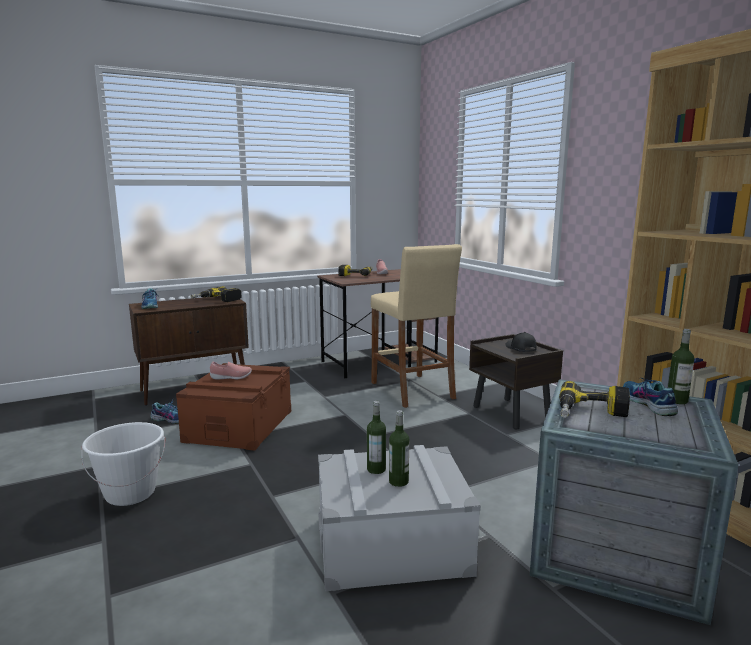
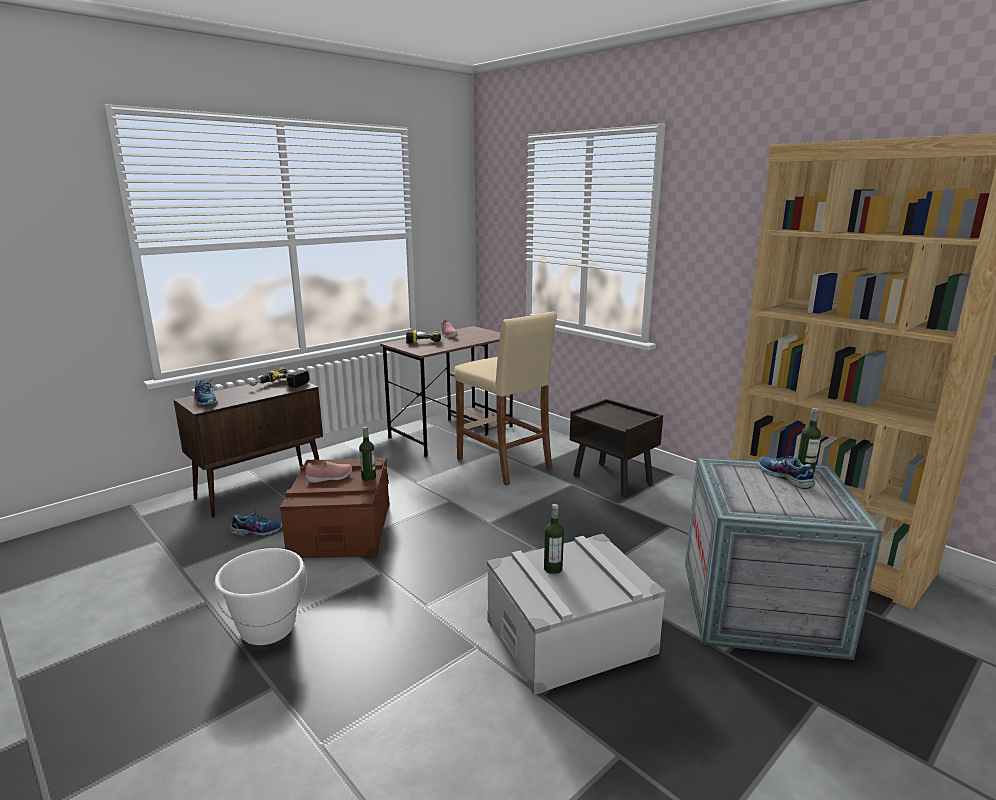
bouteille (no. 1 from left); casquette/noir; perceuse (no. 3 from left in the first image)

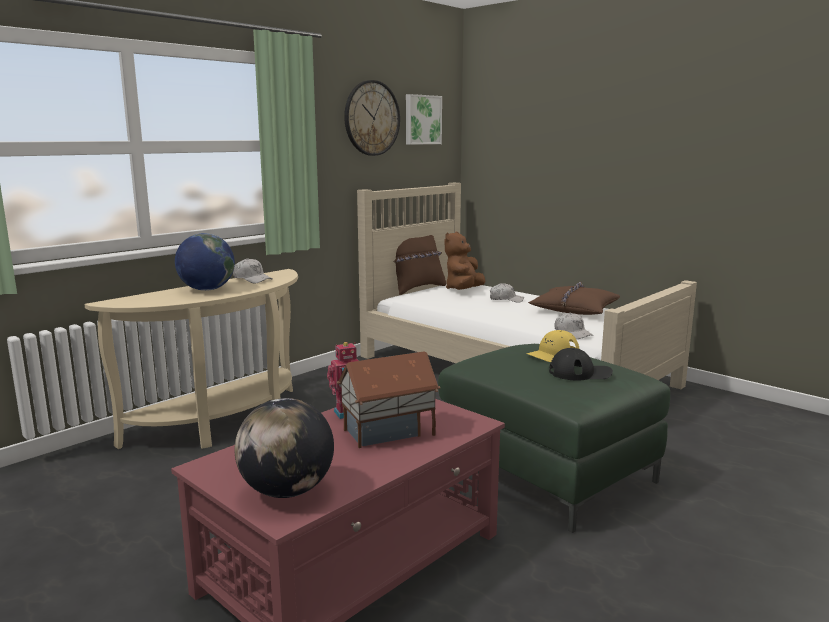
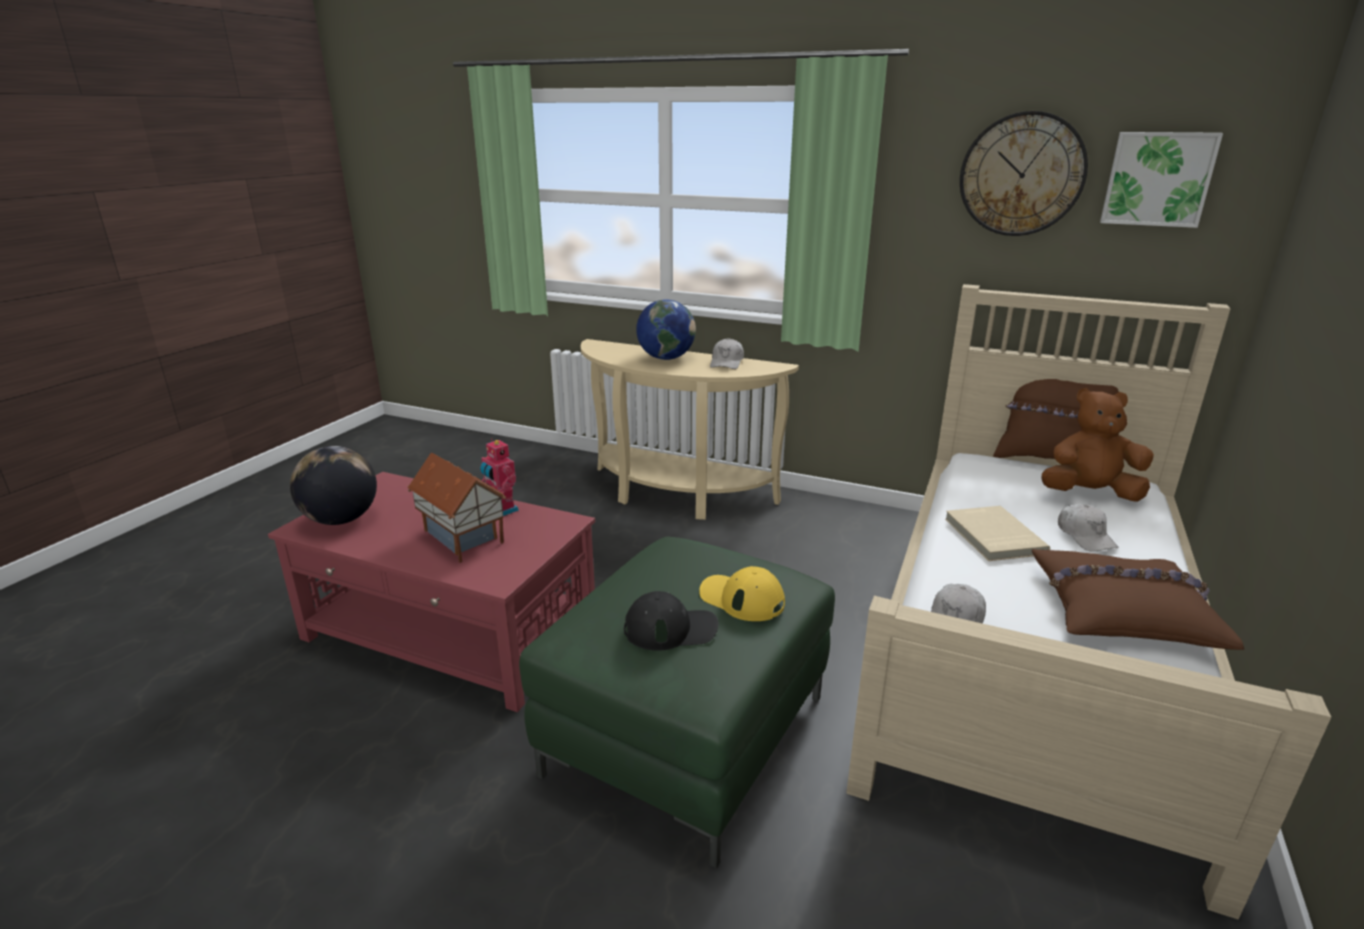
casquette/noir; livre/beige

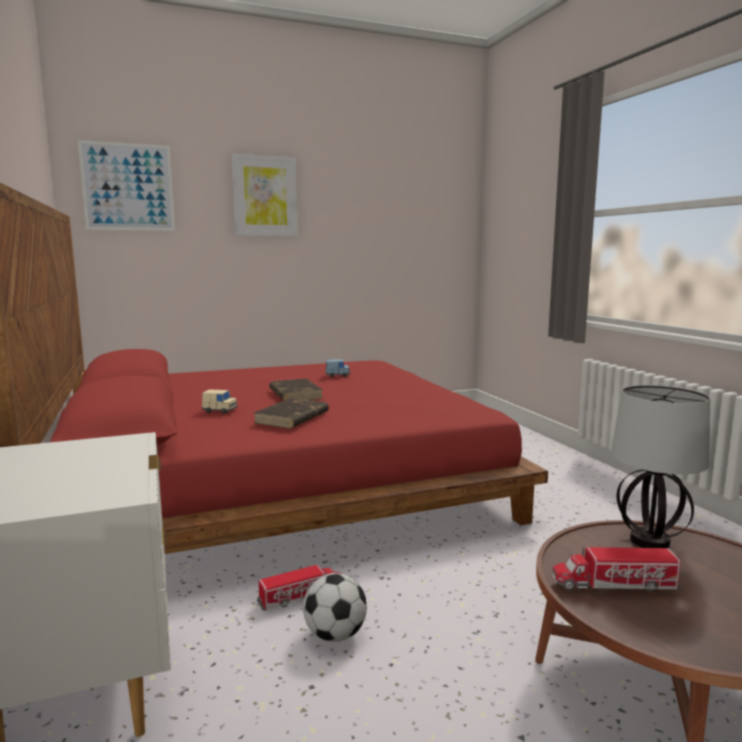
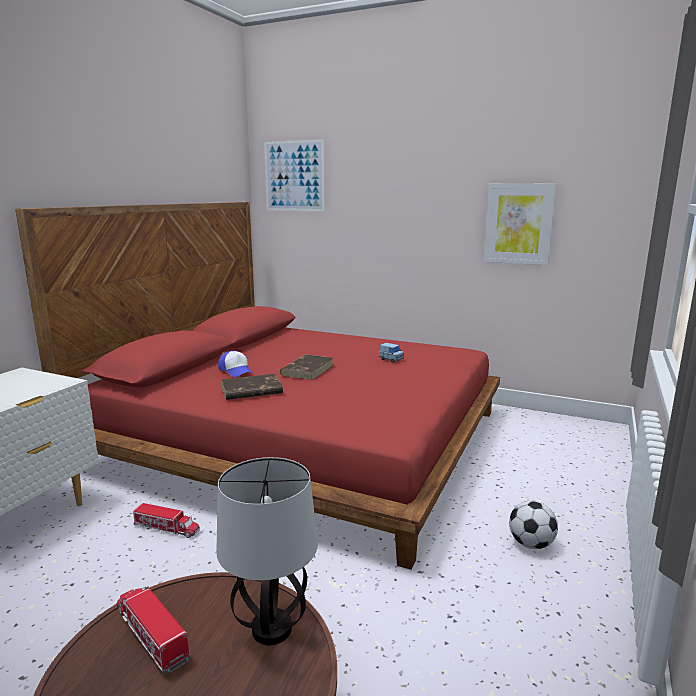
casquette; tableau (no. 2 from left); ballon de foot

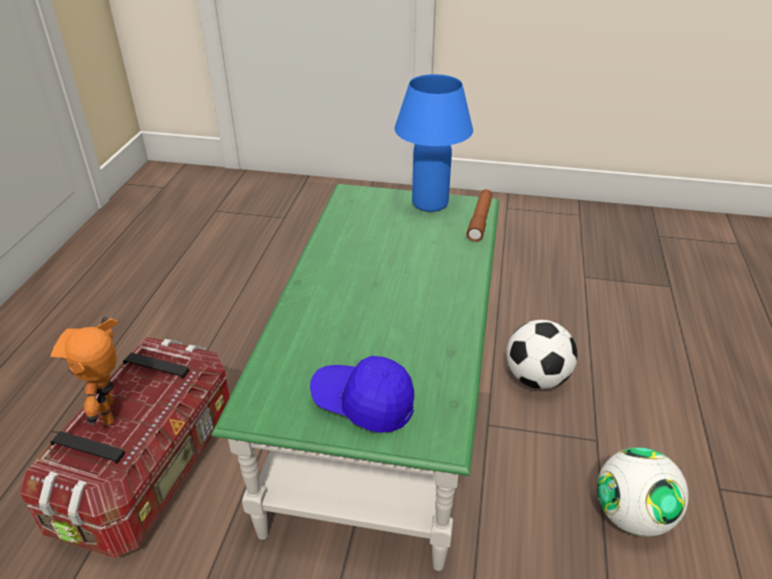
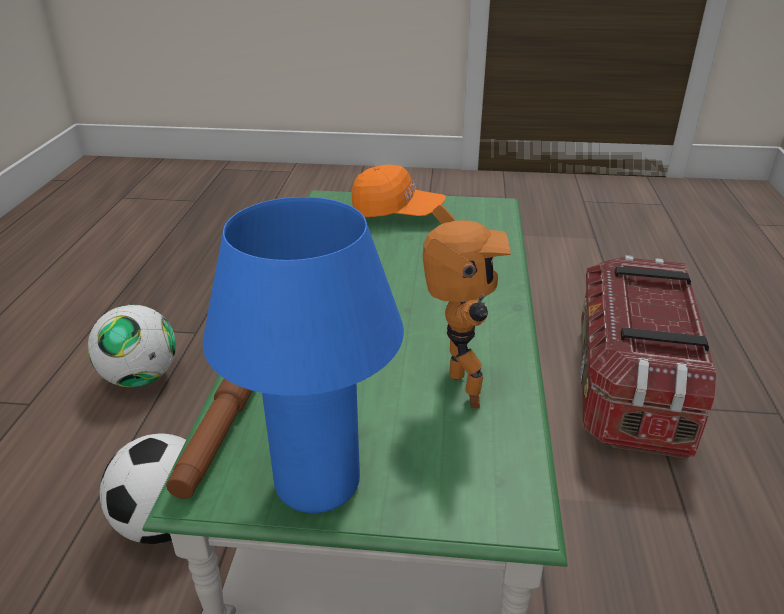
casquette/orange; robot jouet

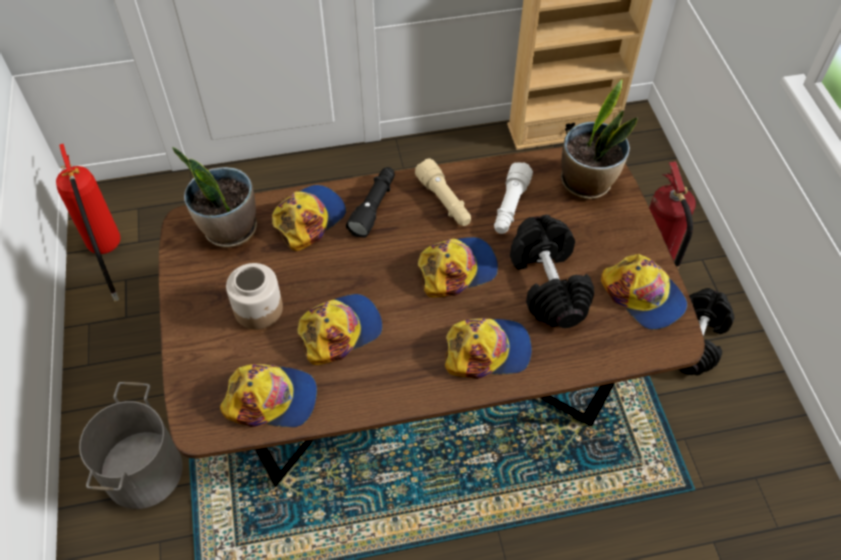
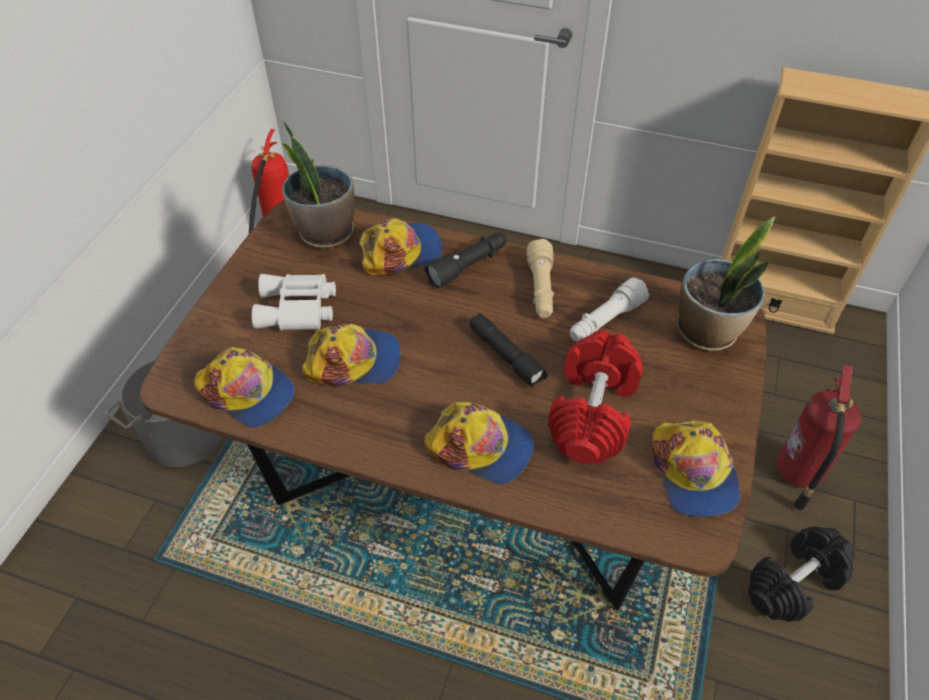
jumelles/blanc; lampe de poche/noir (no. 2 from left); haltère/rouge

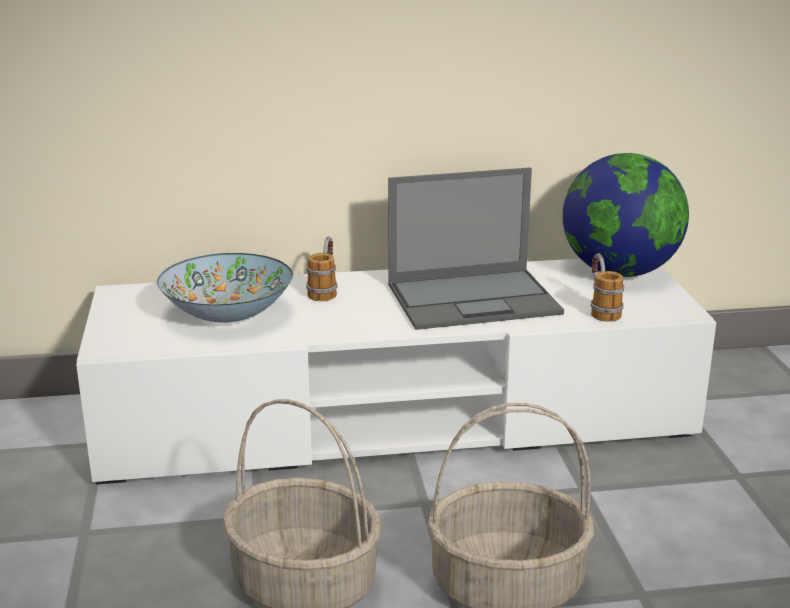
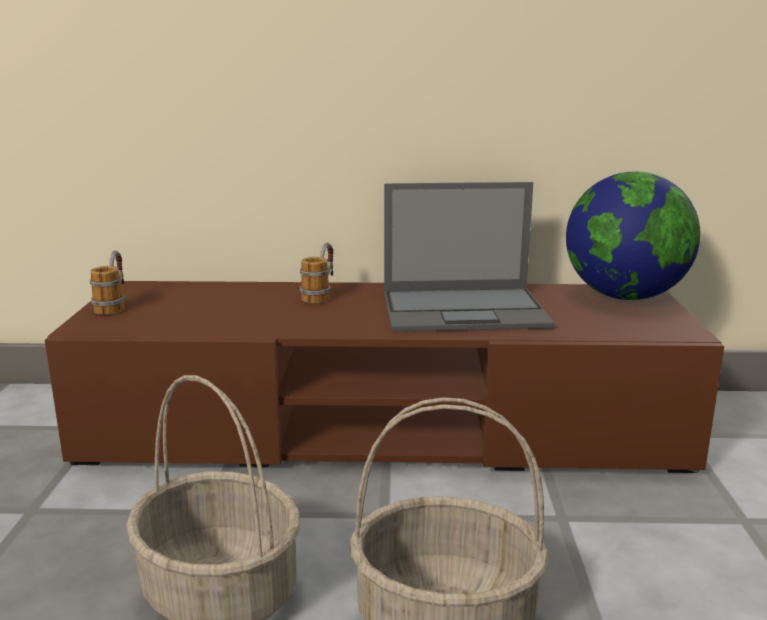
meuble télé/marron; mug (no. 1 from left); bol

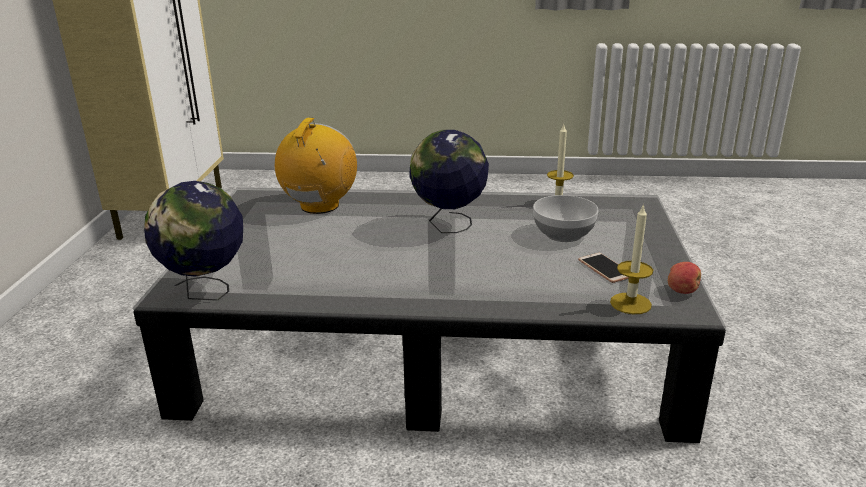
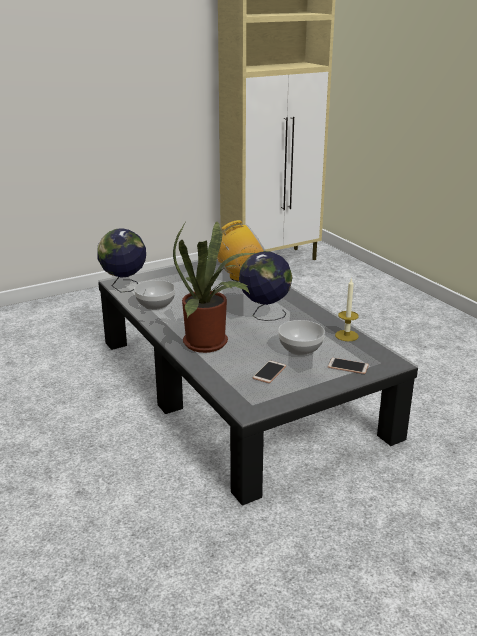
bol (no. 1 from left); plante en pot; téléphone (no. 2 from left); bougie (no. 2 from left in the first image); pomme

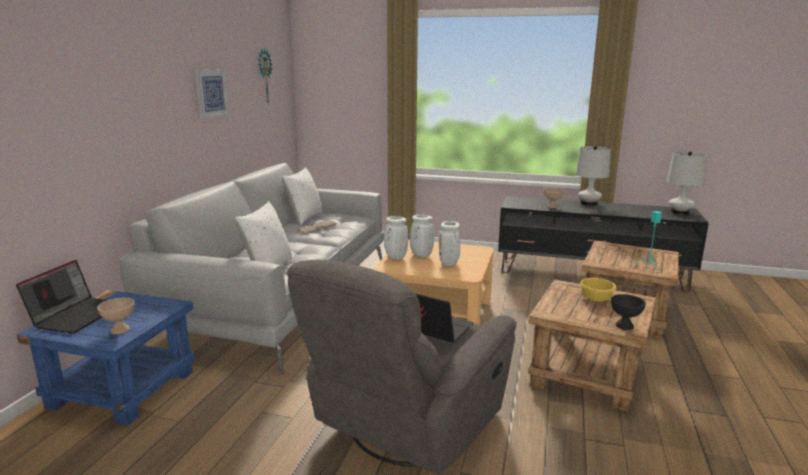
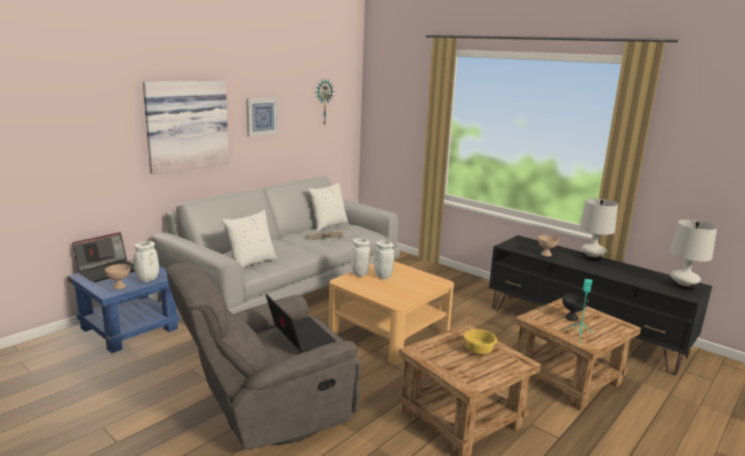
vase/blanc (no. 1 from left); tableau (no. 1 from left); bol/noir

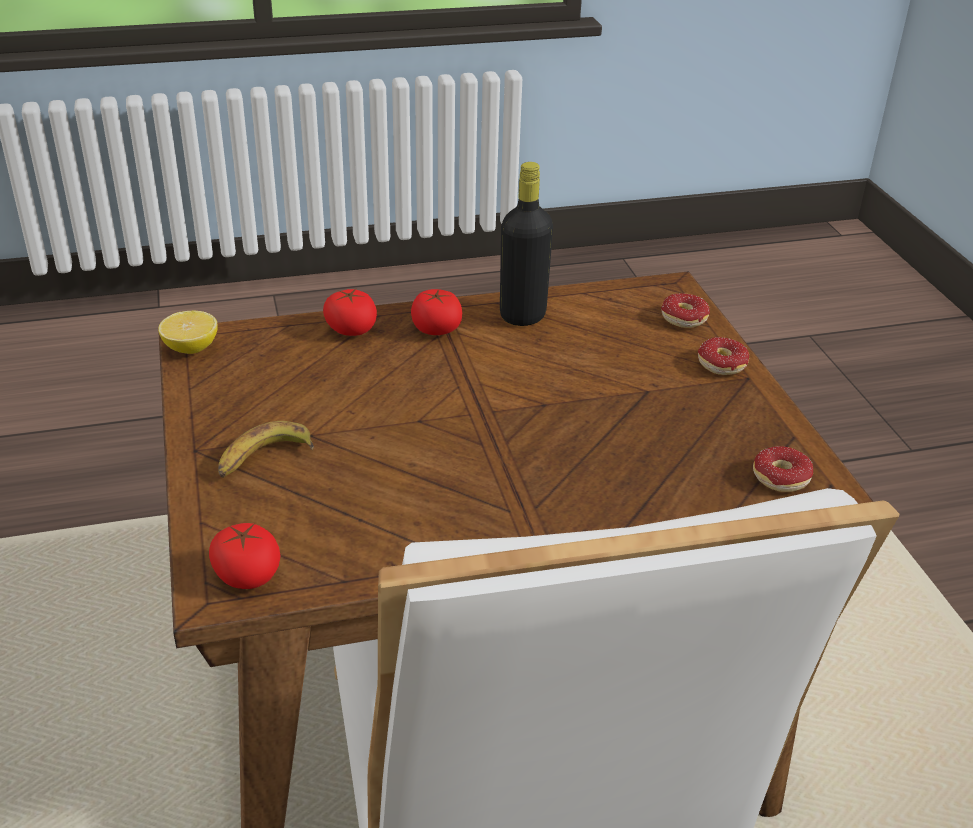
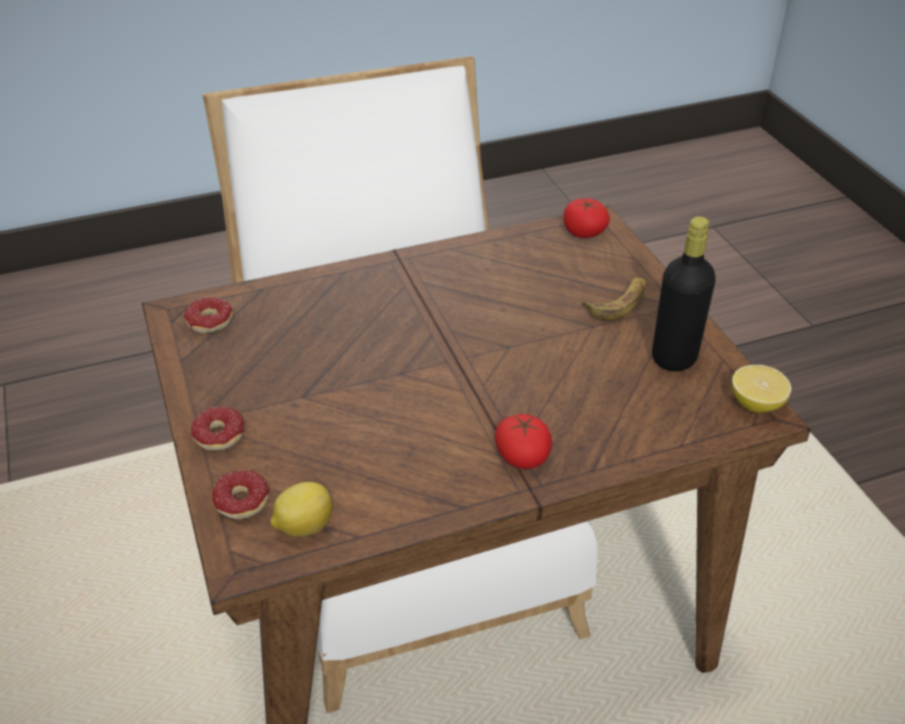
citron (no. 1 from left); bouteille/noir; tomate (no. 2 from left in the first image)

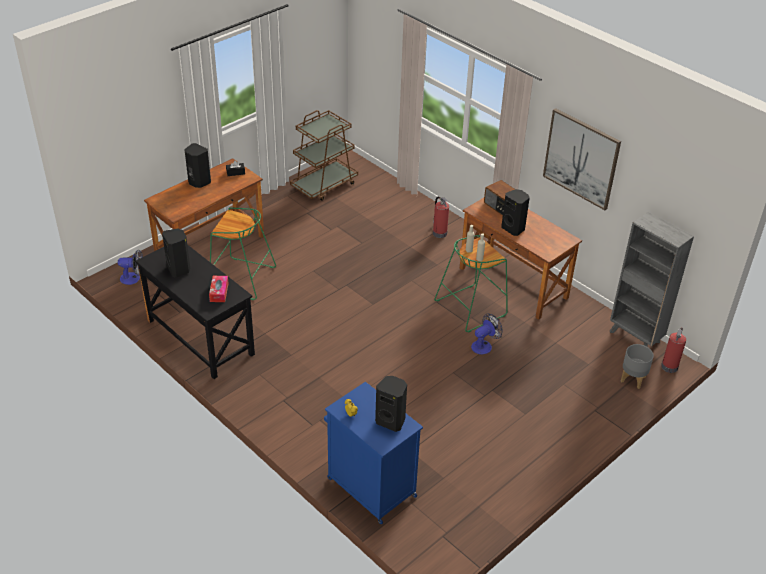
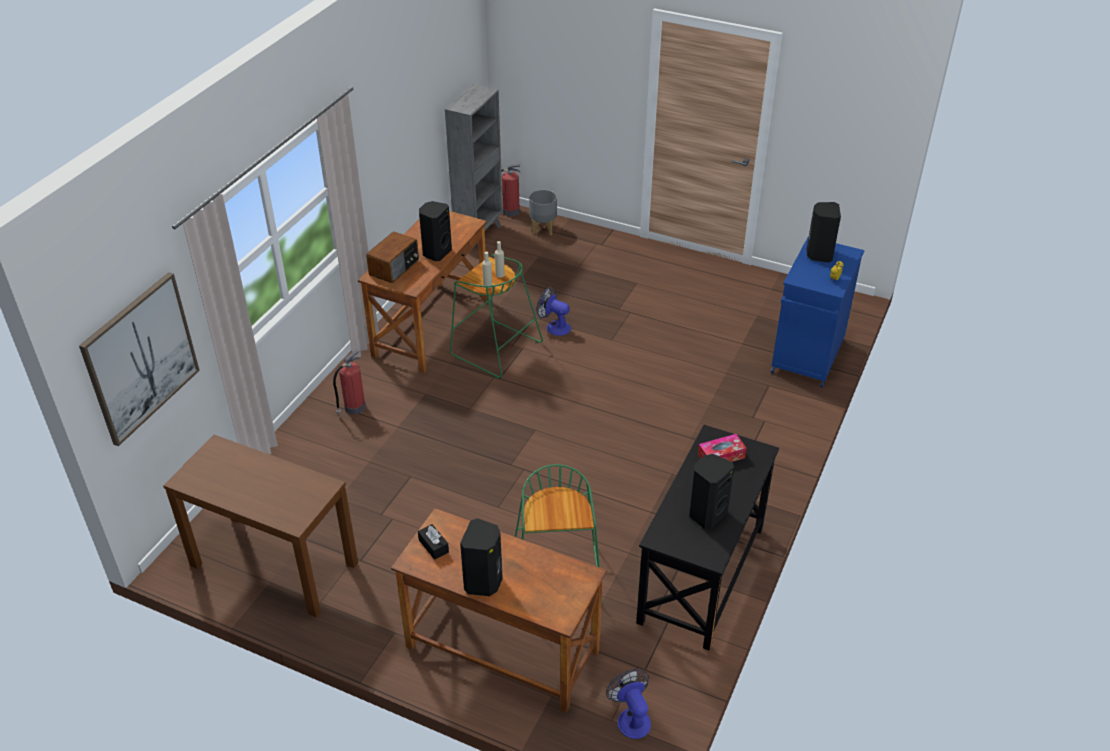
tableau; table console/marron

